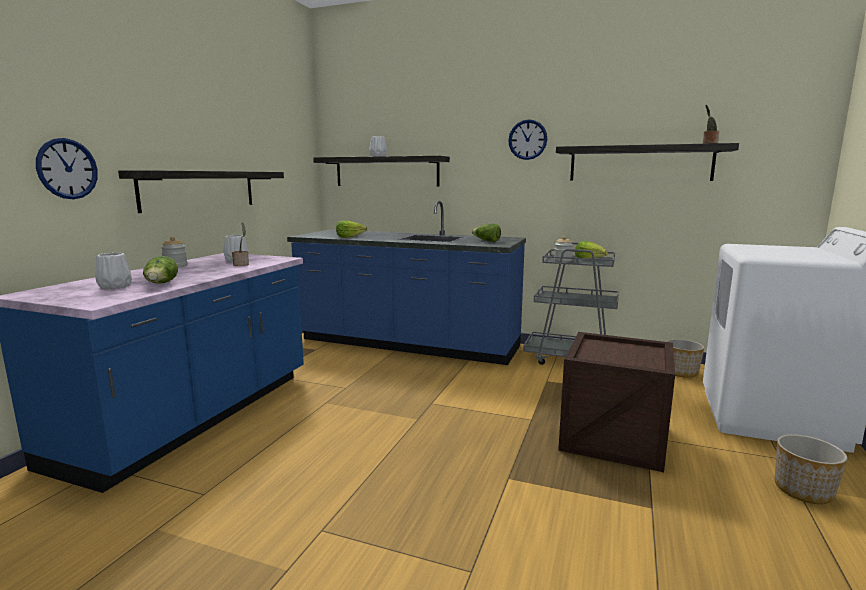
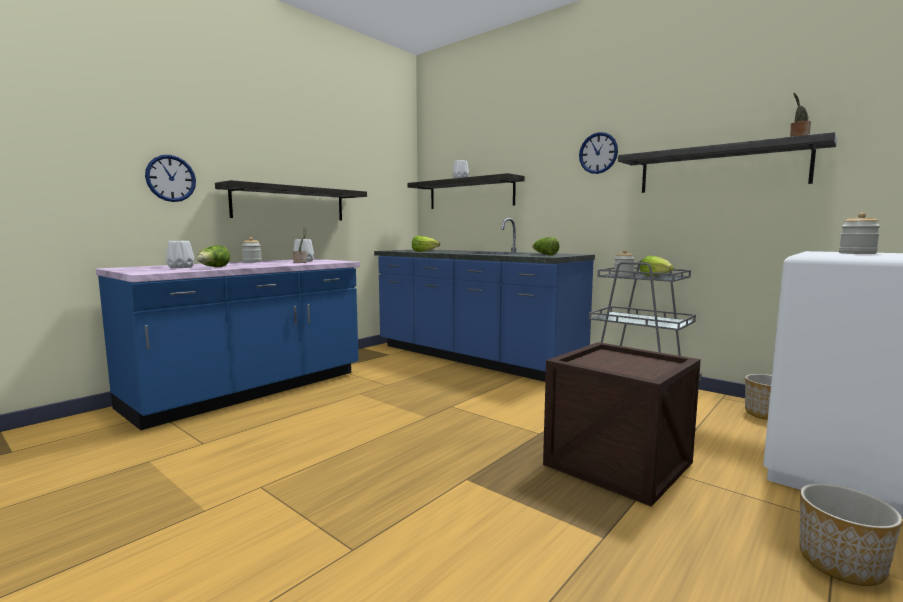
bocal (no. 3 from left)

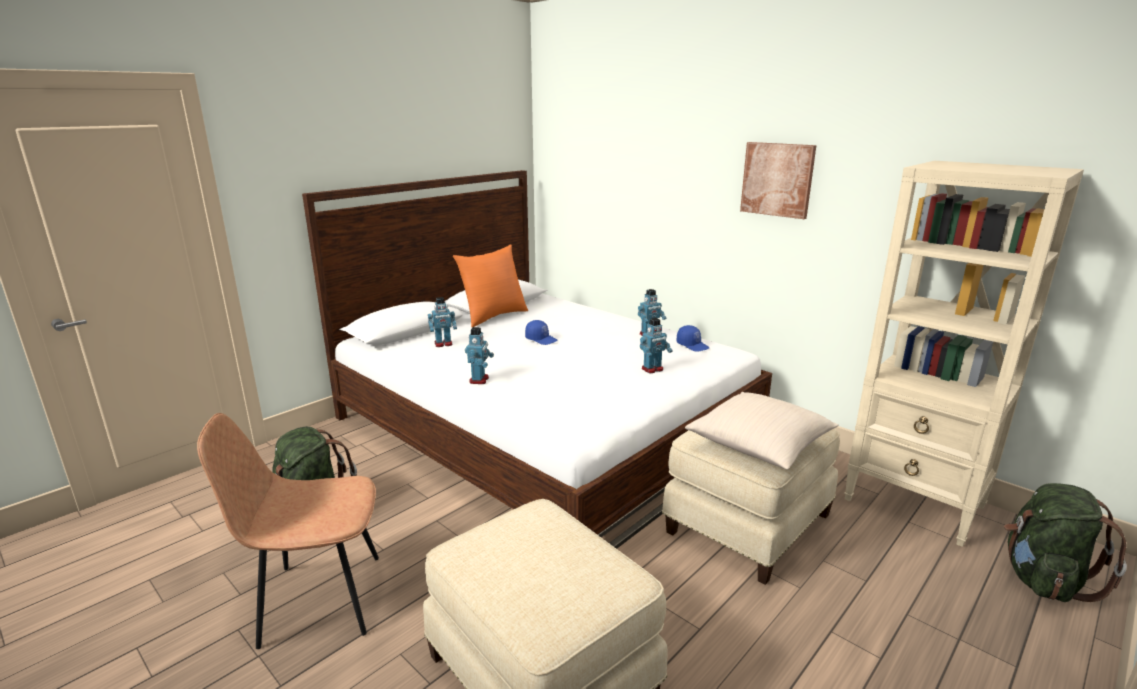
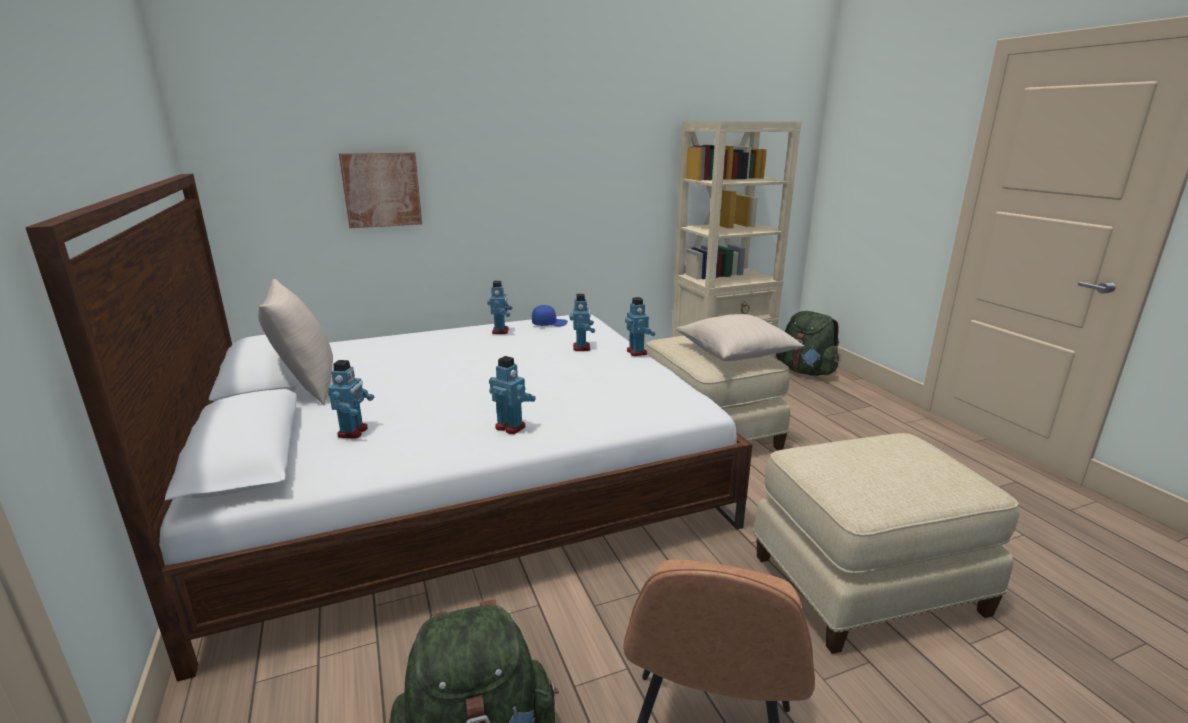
coussin/beige (no. 1 from left); tableau; robot jouet (no. 5 from left); casquette/bleu (no. 1 from left in the first image)

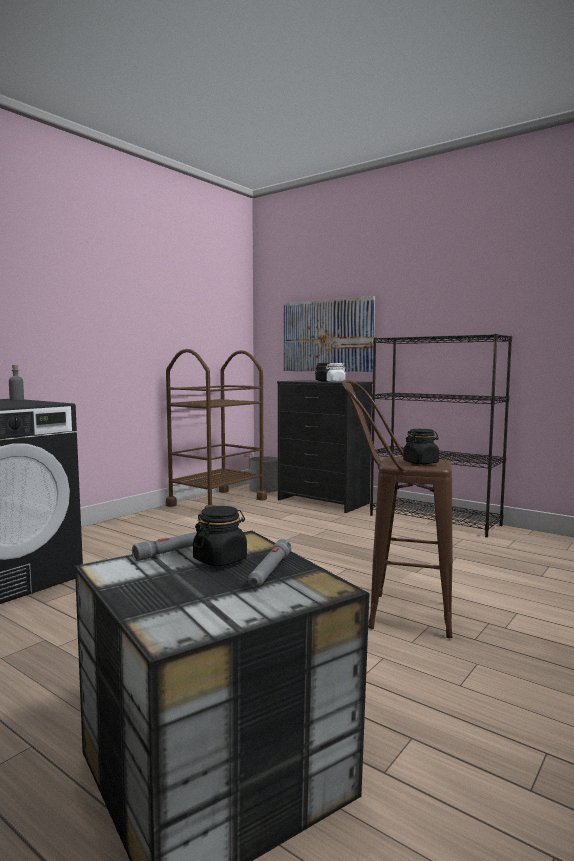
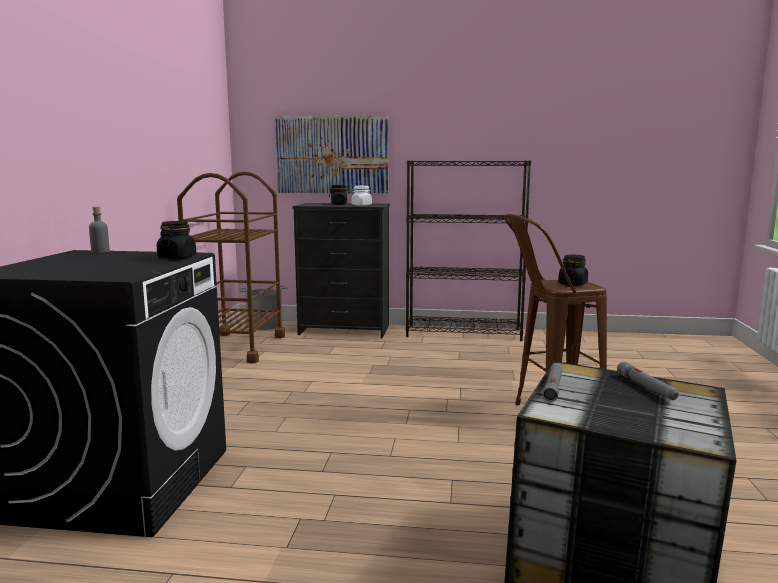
bocal/noir (no. 1 from left)

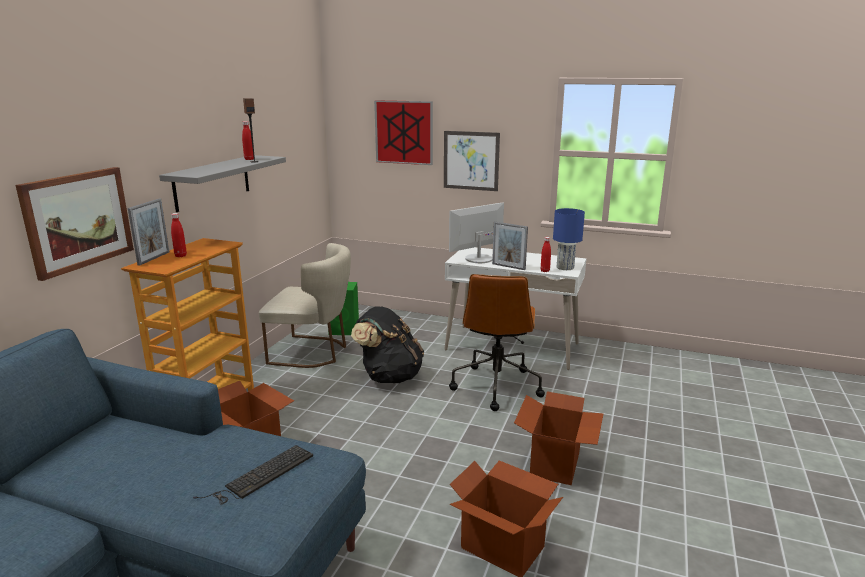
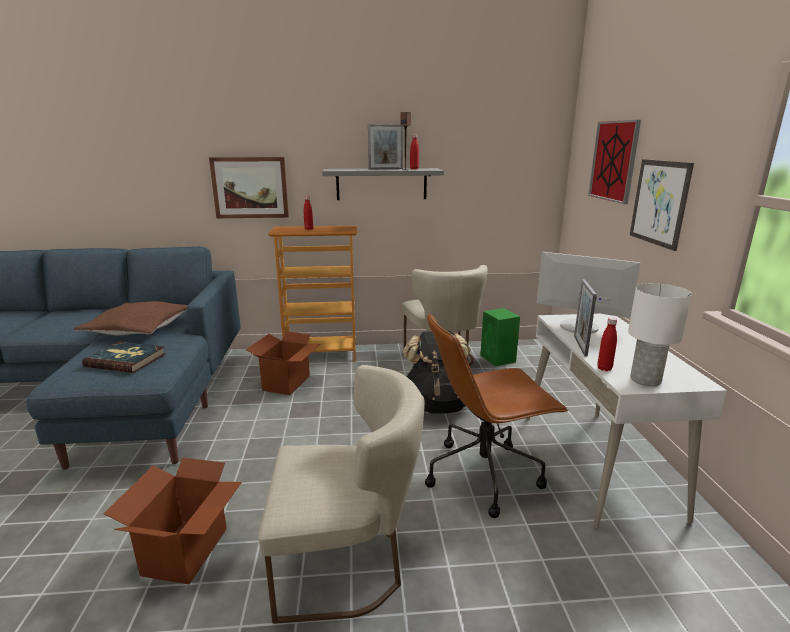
coussin/marron; livre; chaise/beige (no. 1 from left); cadre photo (no. 1 from left); lampe de table/blanc

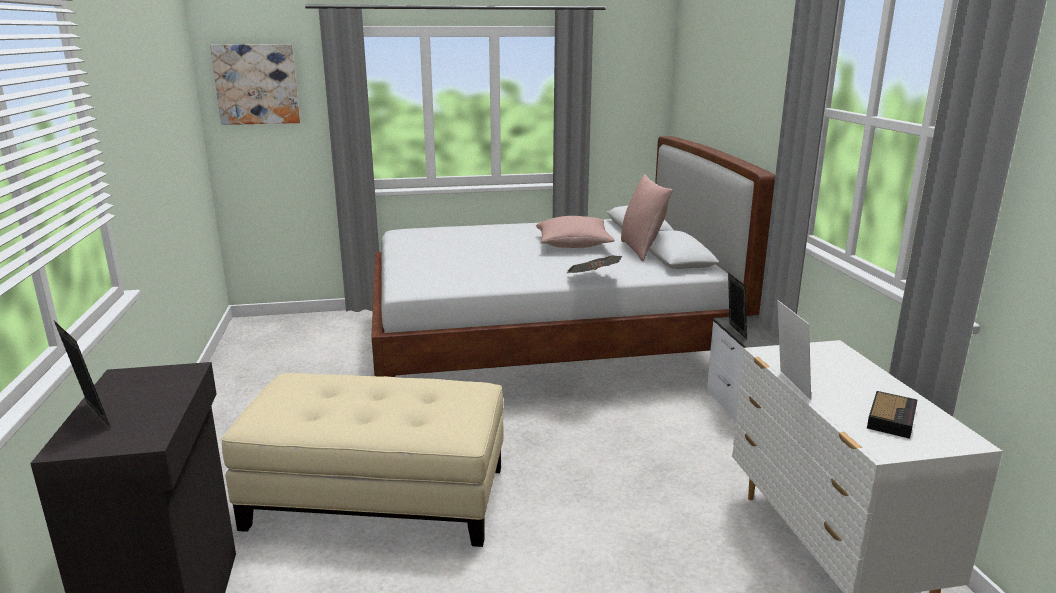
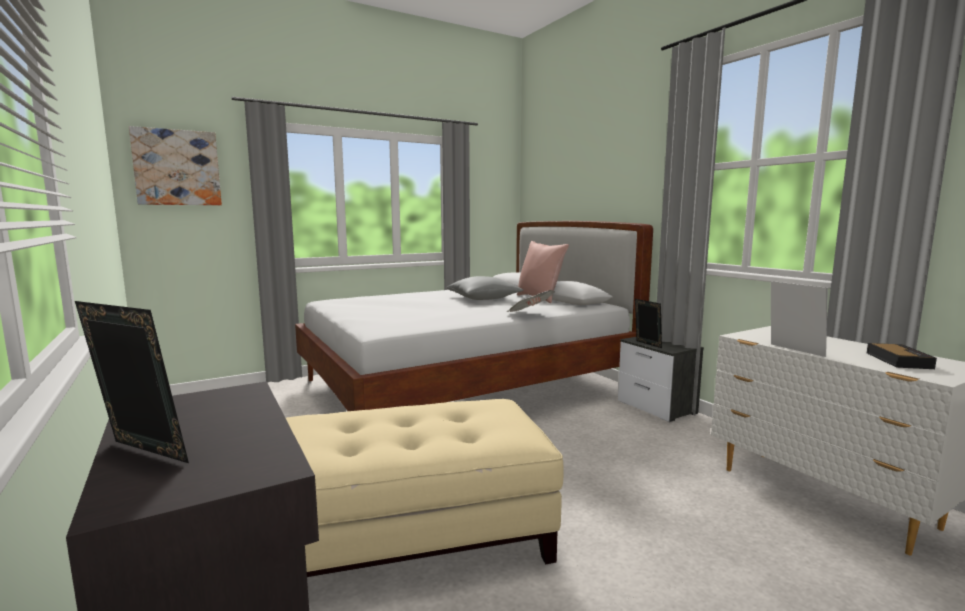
coussin/gris

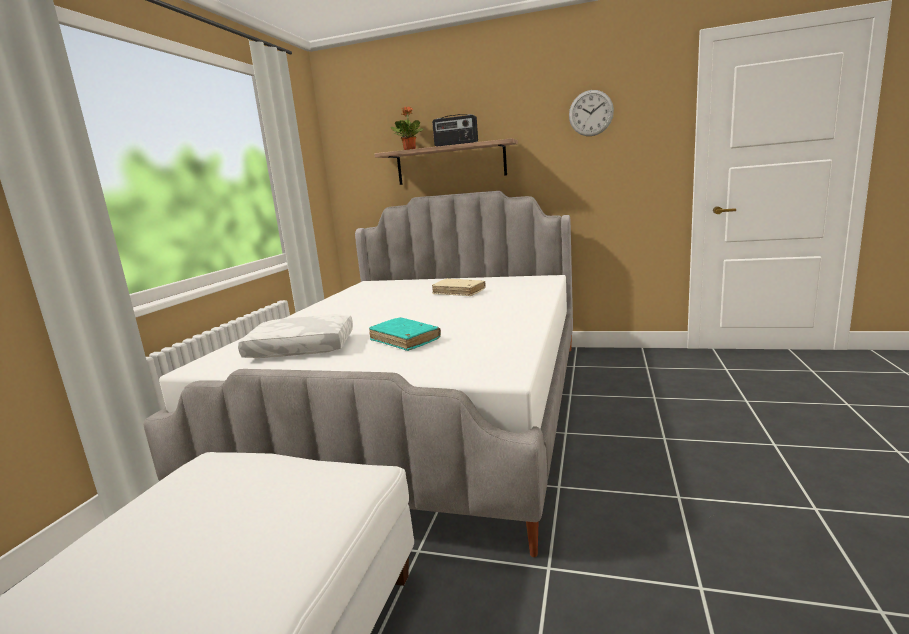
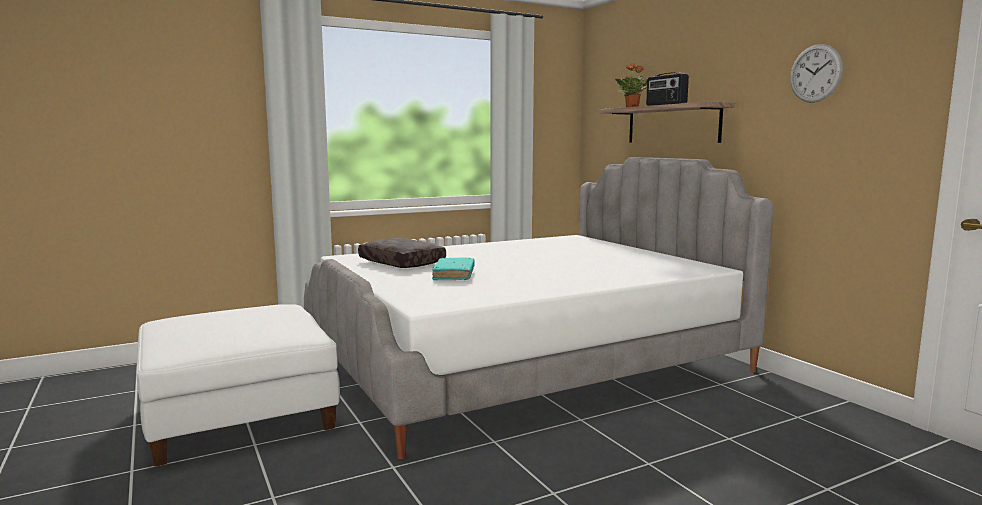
coussin/marron; livre/beige

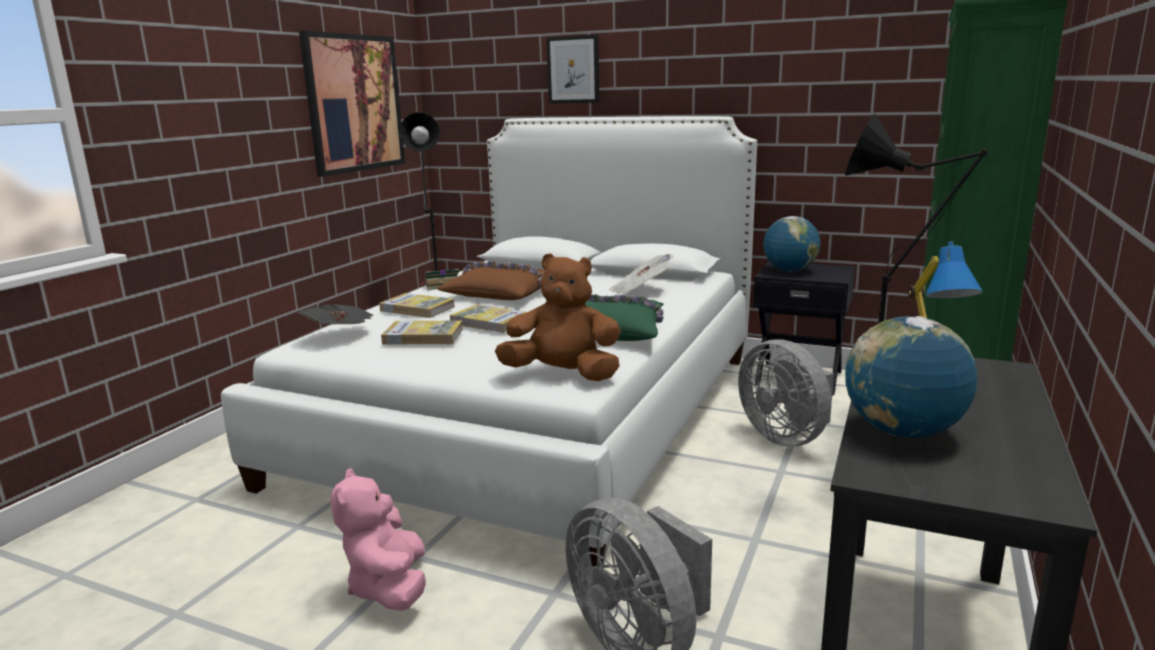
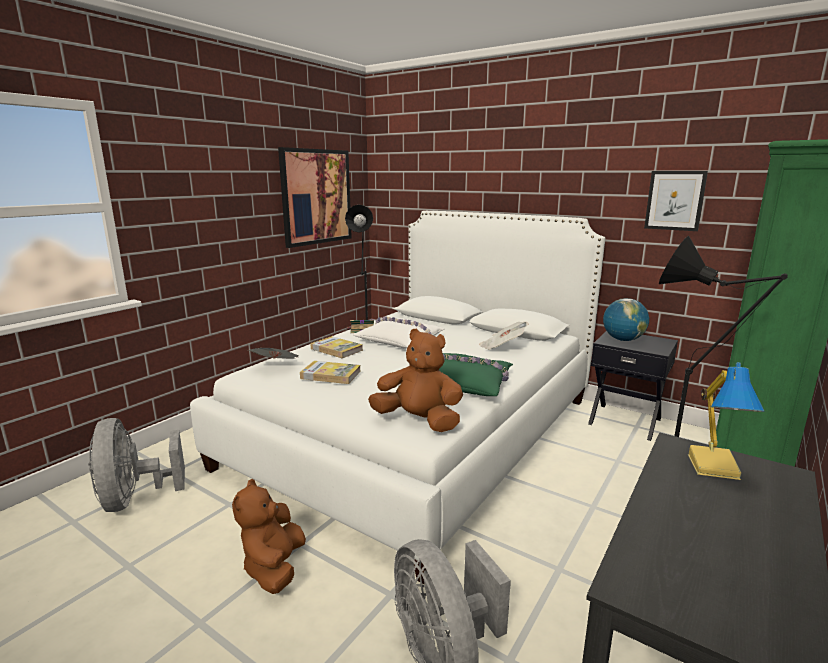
ventilateur/gris (no. 1 from left); peluche/marron (no. 1 from left); coussin/blanc; tableau (no. 2 from left); livre (no. 4 from left in the first image); globe (no. 2 from left in the first image)

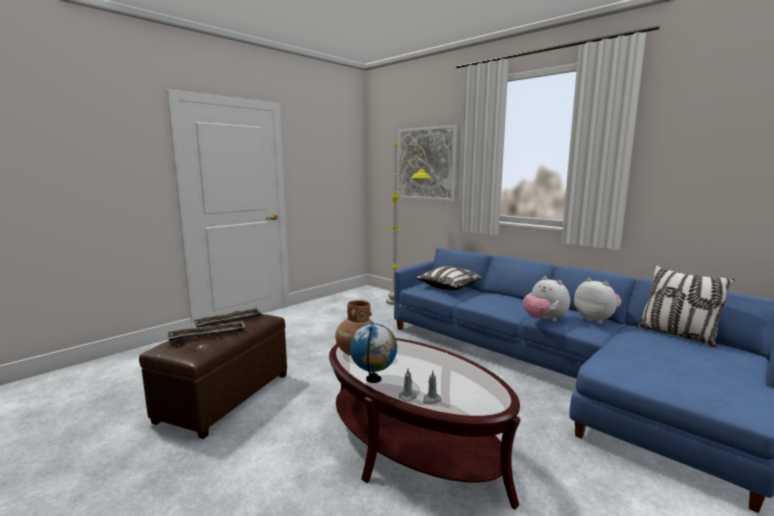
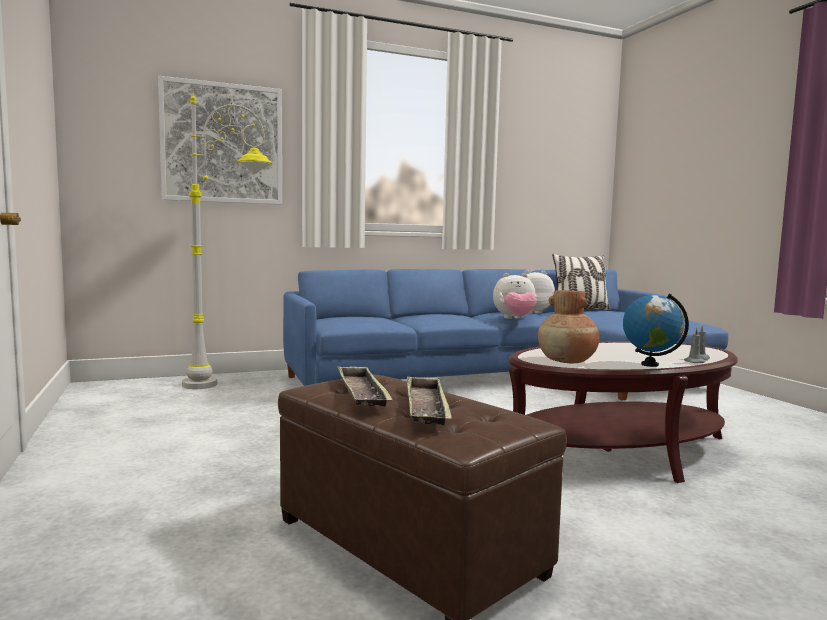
coussin (no. 1 from left in the first image)

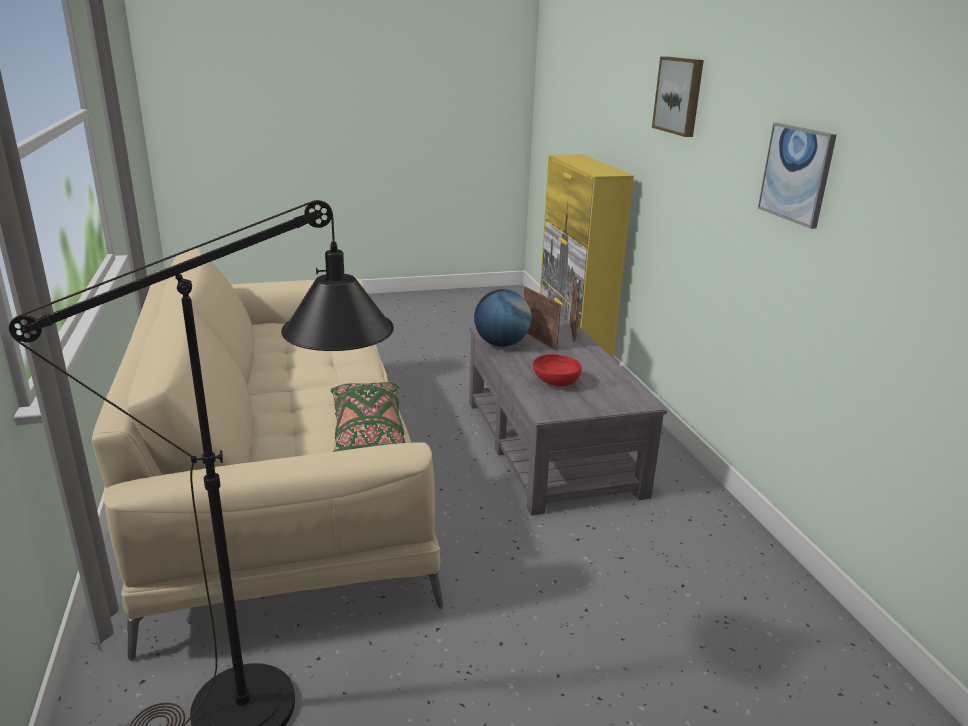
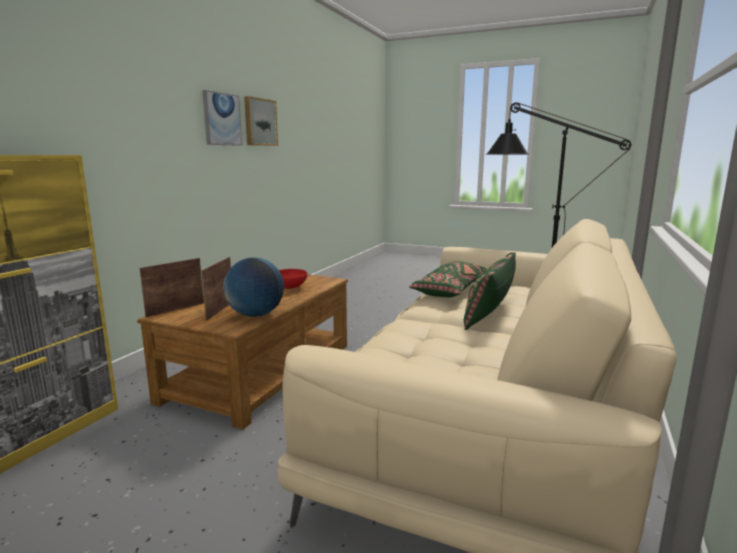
table basse/marron; tableau (no. 2 from left); coussin/vert (no. 2 from left)

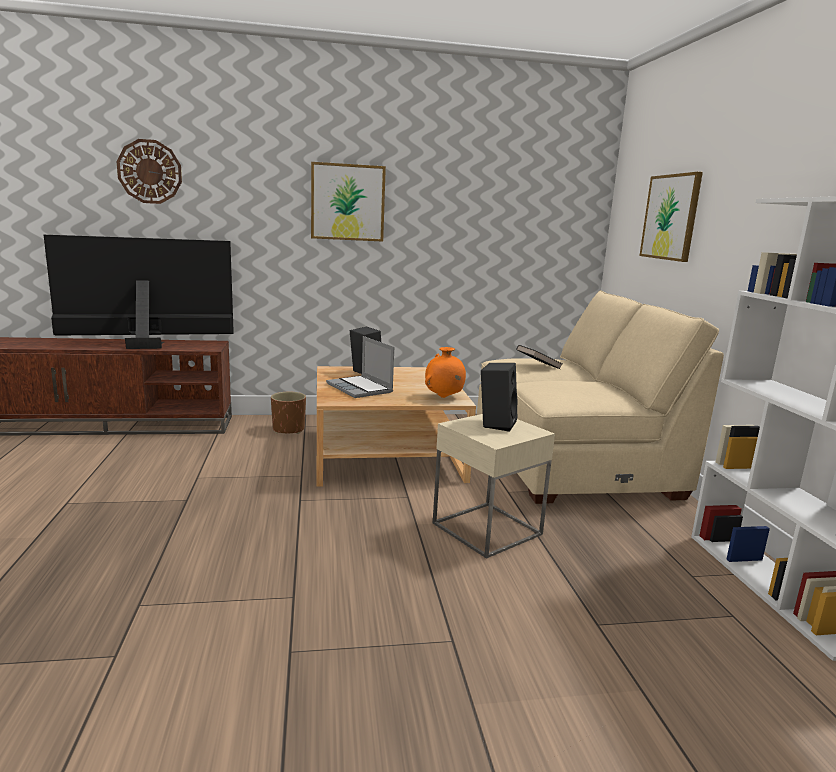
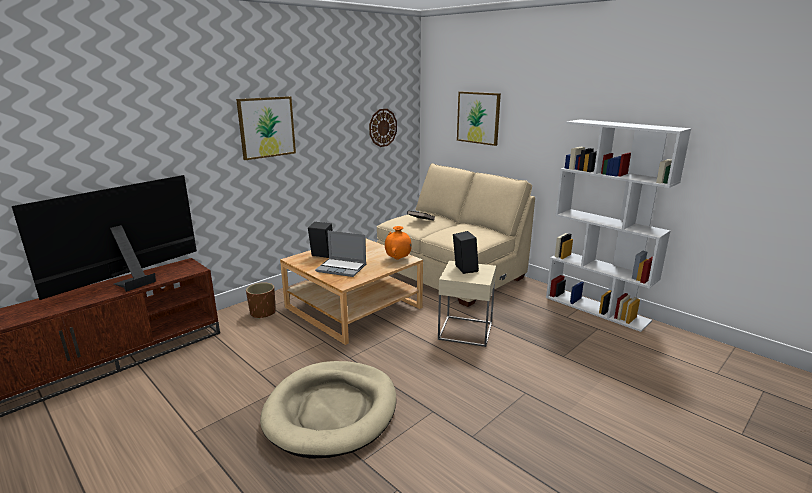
panier pour chien/beige; horloge murale

